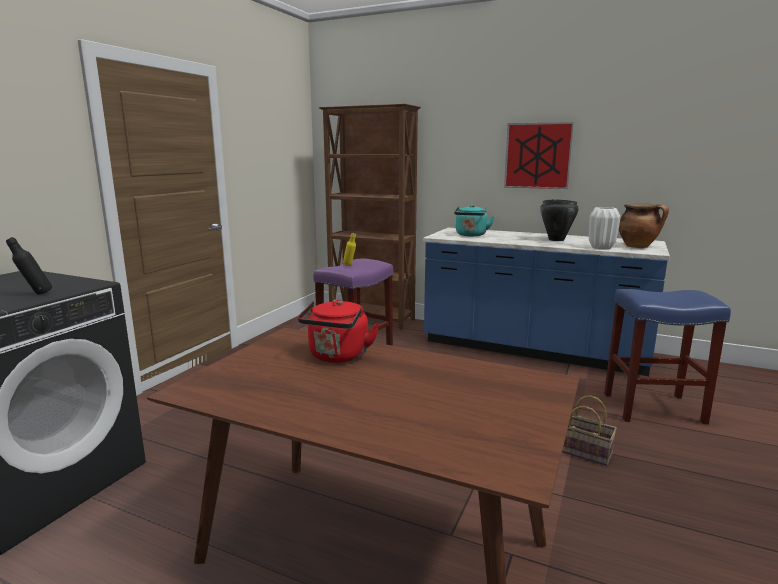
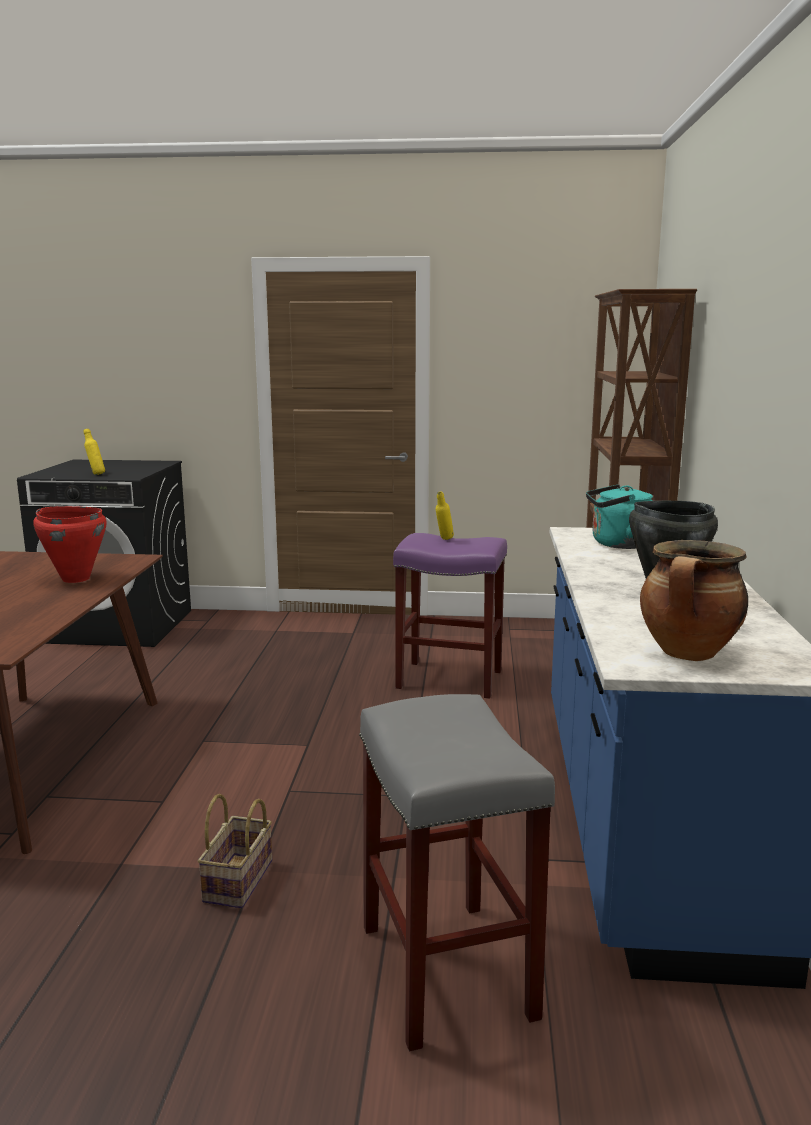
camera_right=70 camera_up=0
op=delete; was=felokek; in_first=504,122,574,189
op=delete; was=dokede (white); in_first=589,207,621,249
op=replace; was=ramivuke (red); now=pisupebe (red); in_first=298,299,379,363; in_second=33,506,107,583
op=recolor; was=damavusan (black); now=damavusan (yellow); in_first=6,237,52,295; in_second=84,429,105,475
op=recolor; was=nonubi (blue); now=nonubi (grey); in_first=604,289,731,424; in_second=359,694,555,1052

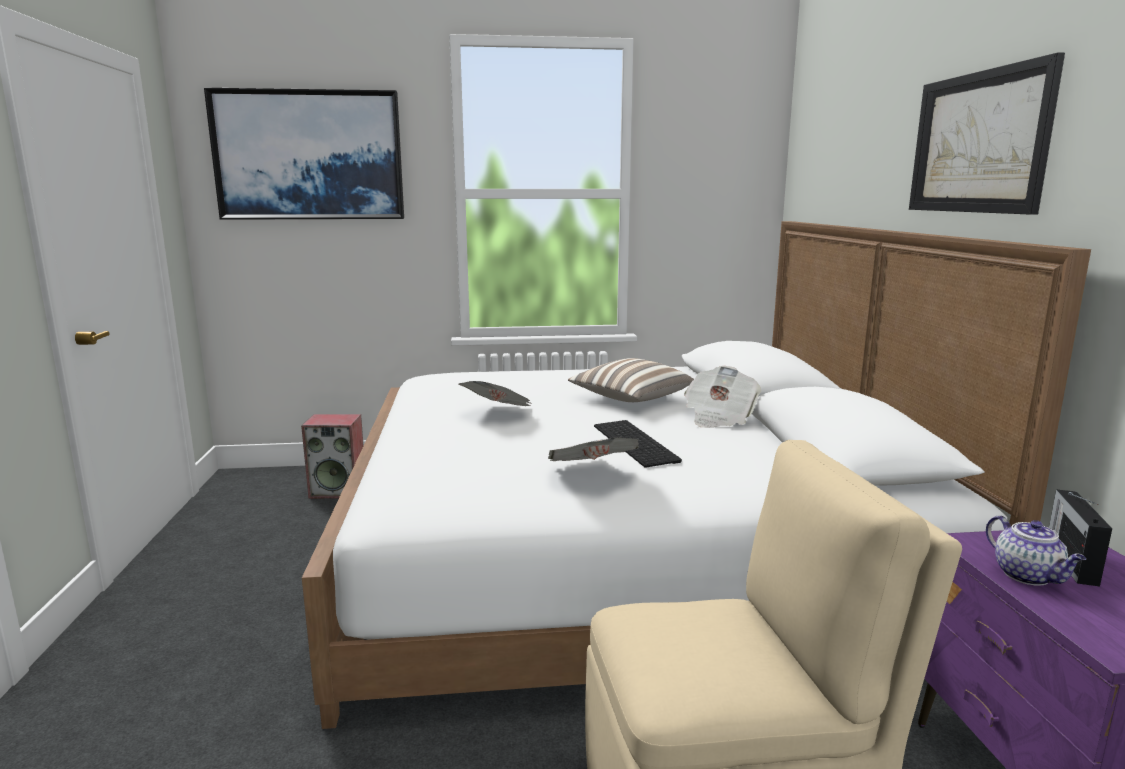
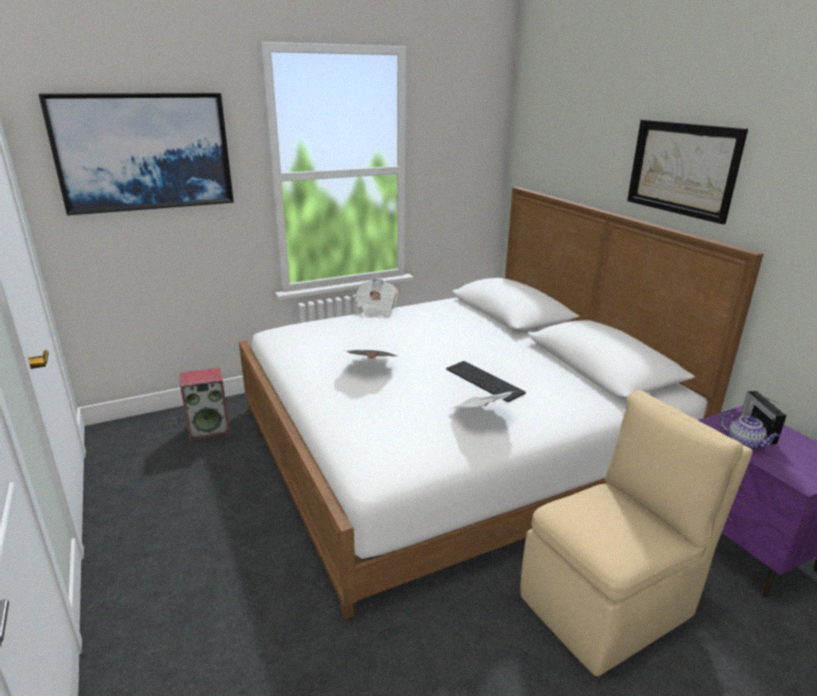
camera_right=-20 camera_up=10
op=delete; was=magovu; in_first=568,358,694,402
op=move; was=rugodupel; in_first=684,366,761,428; in_second=355,278,398,318

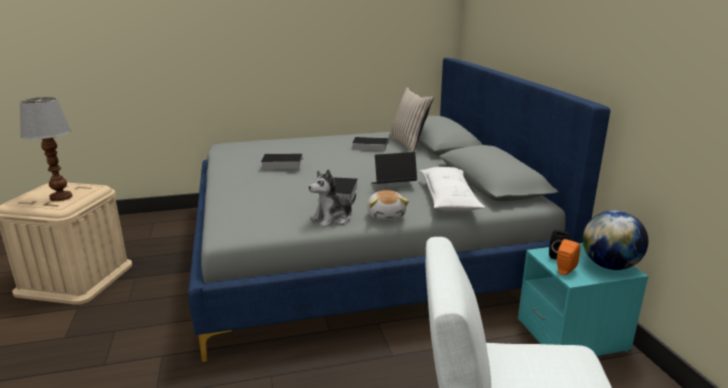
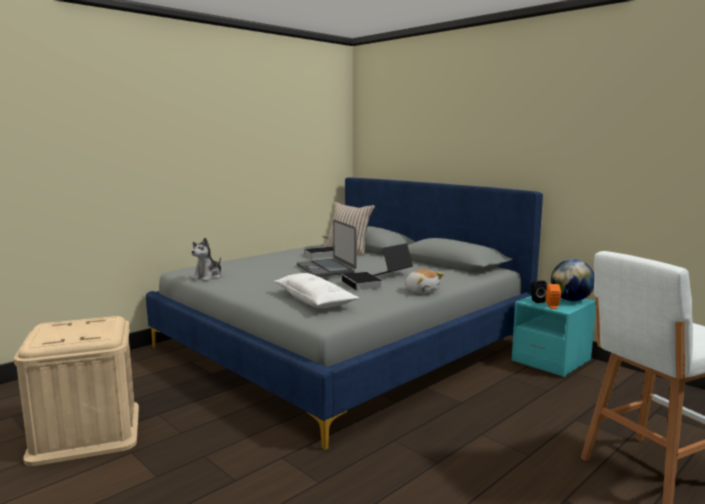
camera_right=-30 camera_up=-10
op=delete; was=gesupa; in_first=20,97,73,202
op=delete; was=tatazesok; in_first=261,153,303,169
op=insert; now=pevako; in_second=297,220,357,277
op=move; was=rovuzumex; in_first=309,169,356,228; in_second=191,238,222,281
op=move; was=magovu (white); in_first=420,167,485,211; in_second=274,273,359,308

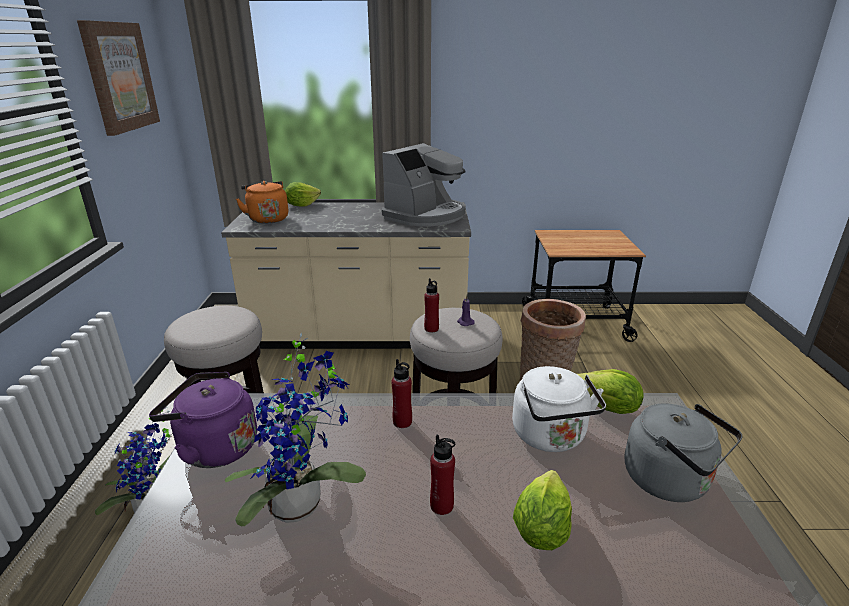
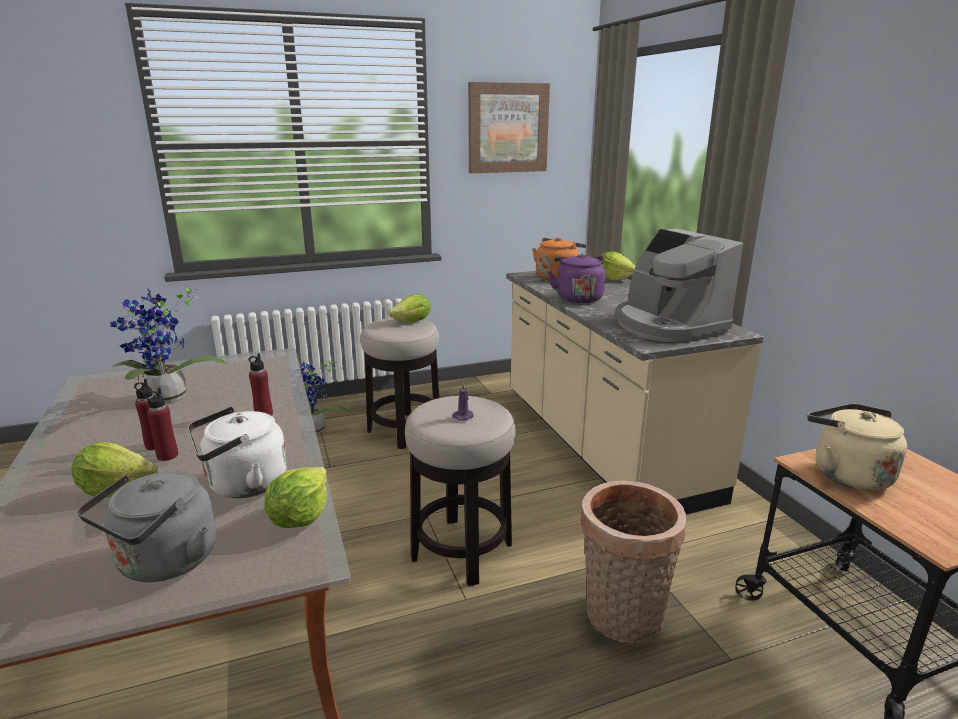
camera_right=70 camera_up=-5
op=insert; now=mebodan; in_second=389,294,431,322
op=insert; now=ramivuke (beige); in_second=807,404,907,491
op=move; was=ramivuke (purple); in_first=149,372,257,468; in_second=548,254,605,303
op=move; was=damavusan (red); in_first=424,278,439,332; in_second=143,388,178,461
op=rotate; was=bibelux; in_first=381,143,466,226; in_second=615,229,743,342; clockwise=45

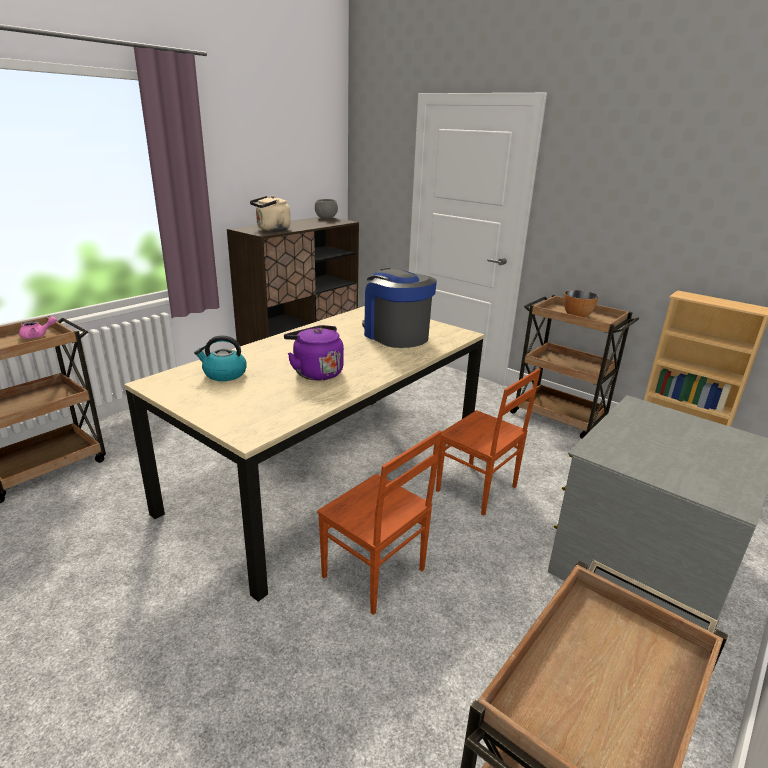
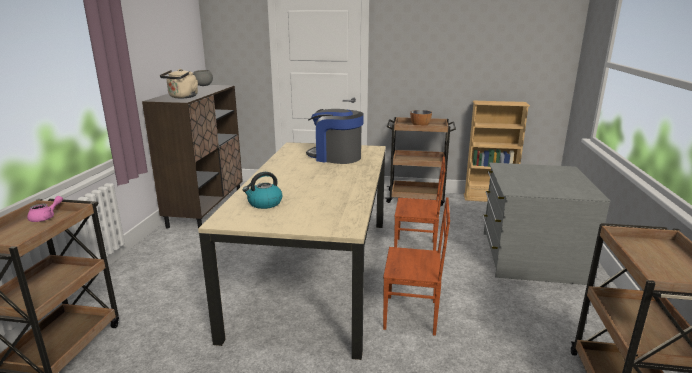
camera_right=-30 camera_up=-5
op=delete; was=ramivuke (purple); in_first=284,325,344,381

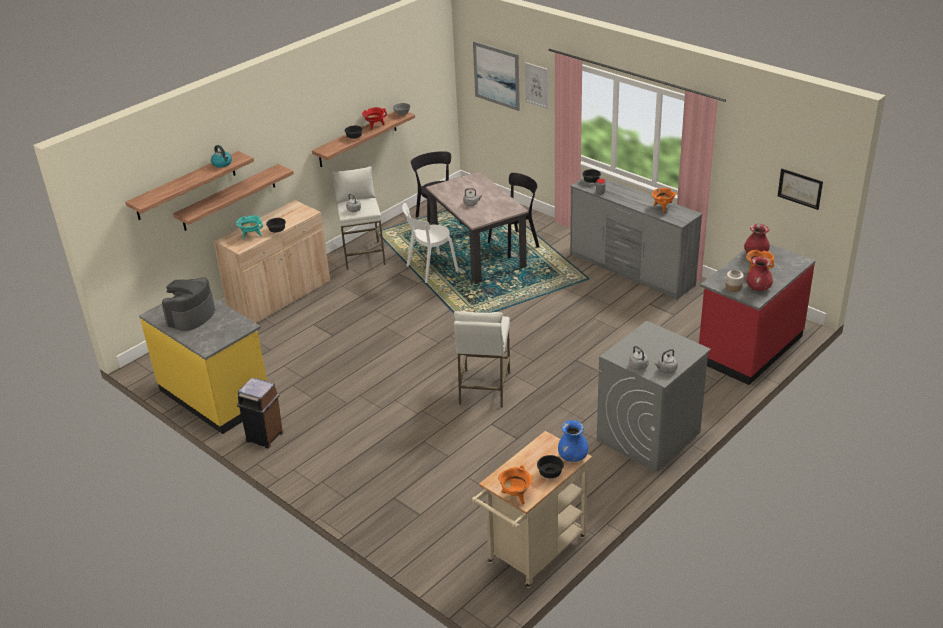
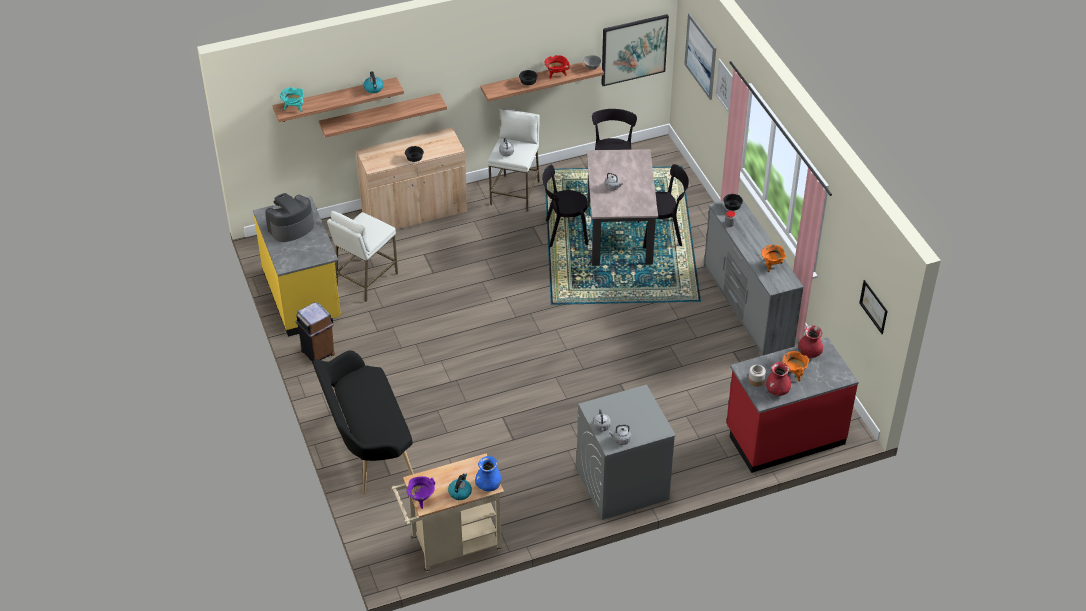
camera_right=25 camera_up=10
op=insert; now=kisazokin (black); in_second=313,350,414,494
op=insert; now=felokek; in_second=601,14,669,86
op=move; was=pisupebe (turquoise); in_first=236,215,263,239; in_second=280,87,304,112
op=move; was=nonubi (white); in_first=454,311,510,407; in_second=327,211,398,302
op=replace; was=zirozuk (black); now=ramivuke; in_first=537,455,564,478; in_second=448,473,472,500
op=recolor; was=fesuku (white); now=fesuku (black); in_first=402,203,459,283; in_second=542,165,588,247
op=recolor; was=pisupebe (orange); now=pisupebe (purple); in_first=498,465,532,504; in_second=407,476,435,509

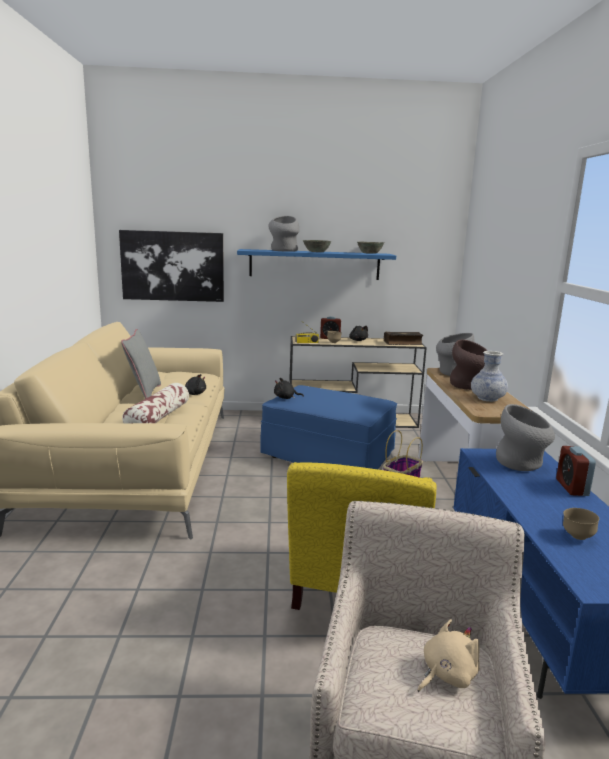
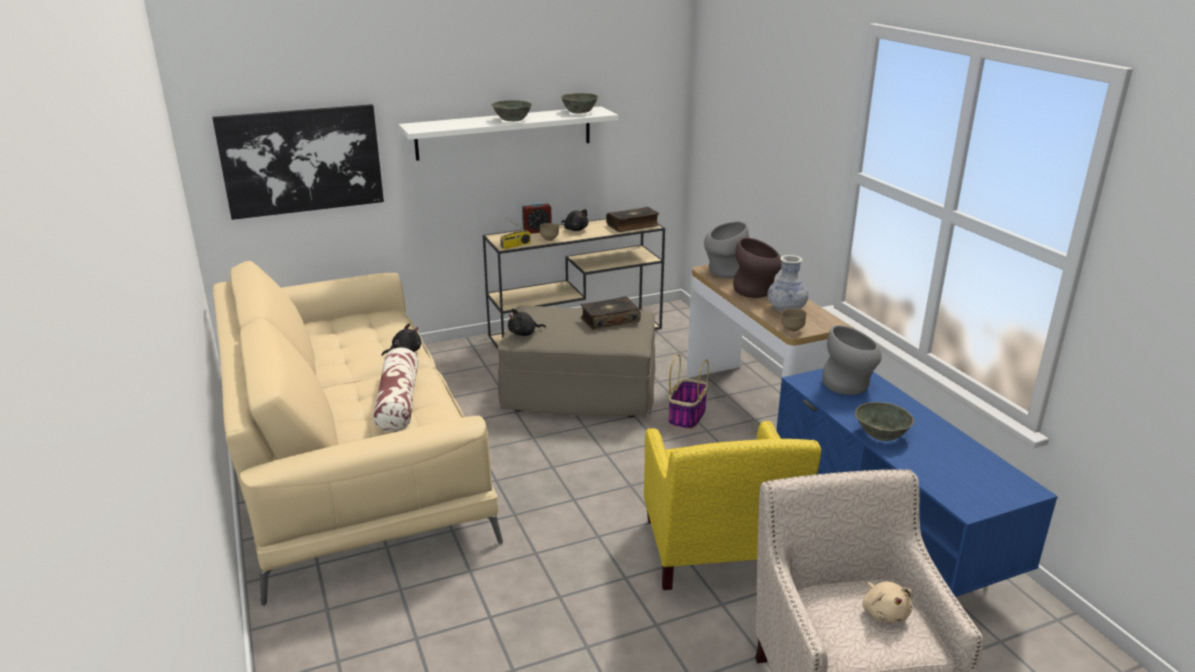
camera_right=-20 camera_up=10
op=delete; was=magovu (grey); in_first=121,329,161,399
op=delete; was=dokede (grey); in_first=269,216,299,252
op=delete; was=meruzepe; in_first=556,446,596,496
op=insert; now=tatazesok; in_second=581,296,641,330
op=insert; now=zirozuk (grey); in_second=855,402,914,441
op=move; was=zirozuk (brown); in_first=563,508,599,540; in_second=781,308,806,332
op=recolor; was=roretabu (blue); now=roretabu (white); in_first=237,249,396,280; in_second=398,106,619,161
op=recolor; was=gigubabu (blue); now=gigubabu (beige); in_first=260,385,397,469; in_second=498,306,655,418
op=rotate; was=rovuzumex (beige); in_first=418,619,480,692; in_second=863,581,913,623; clockwise=135

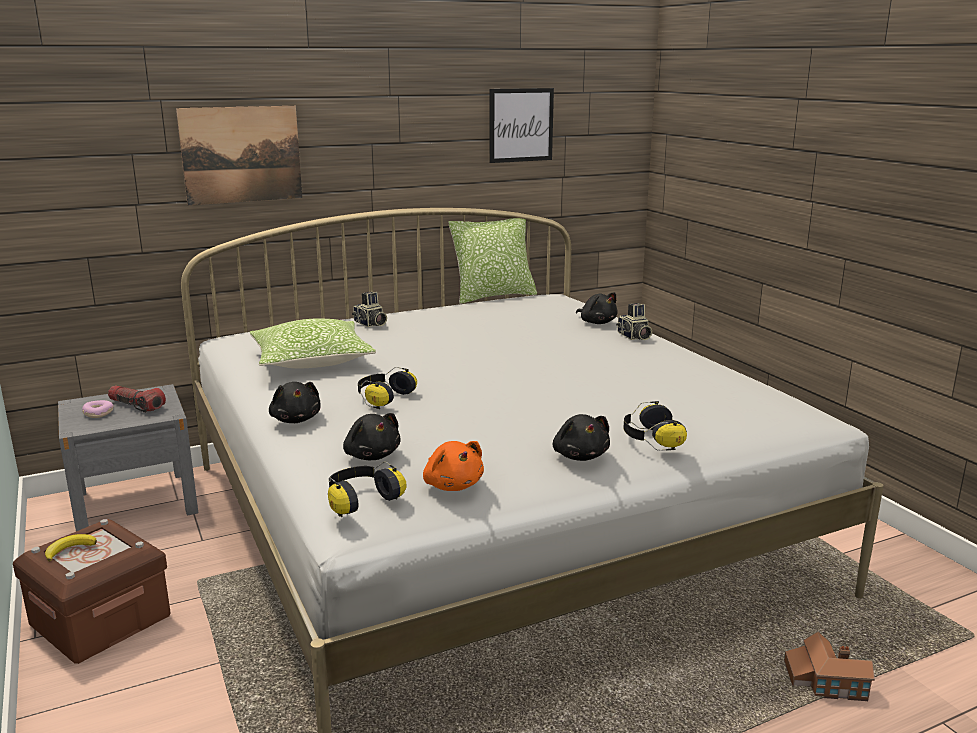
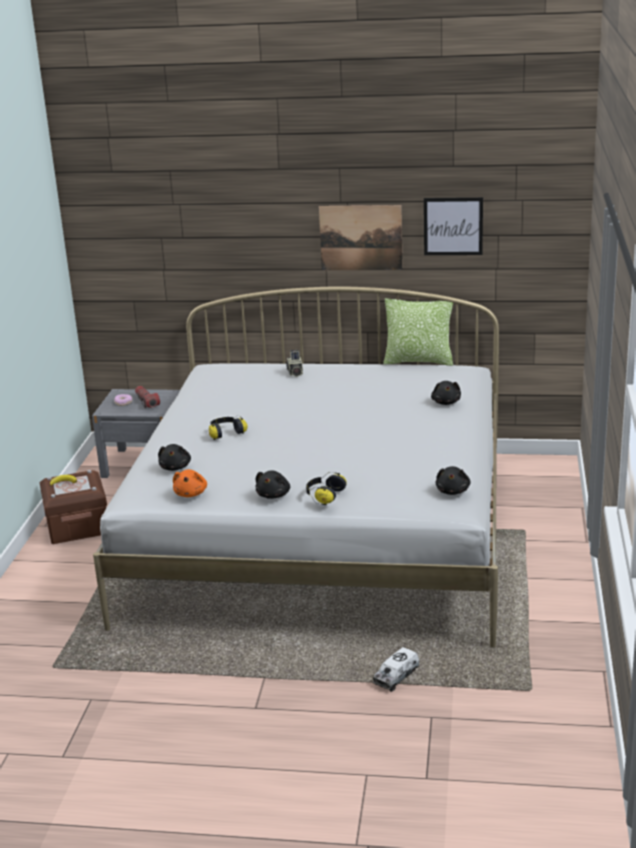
camera_right=35 camera_up=5
op=delete; was=magovu; in_first=250,319,376,368
op=delete; was=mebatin; in_first=328,461,406,517
op=delete; was=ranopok; in_first=616,303,652,340
op=move; was=felokek; in_first=176,106,302,205; in_second=319,205,403,270
op=move; was=rovuzumex (black); in_first=269,382,321,423; in_second=435,466,471,495
op=replace; was=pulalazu; now=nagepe; in_first=784,632,875,701; in_second=373,647,419,692

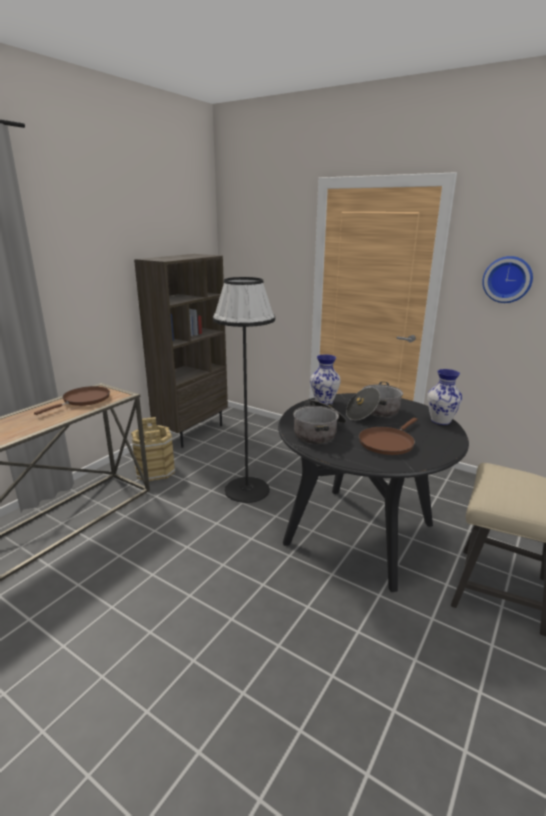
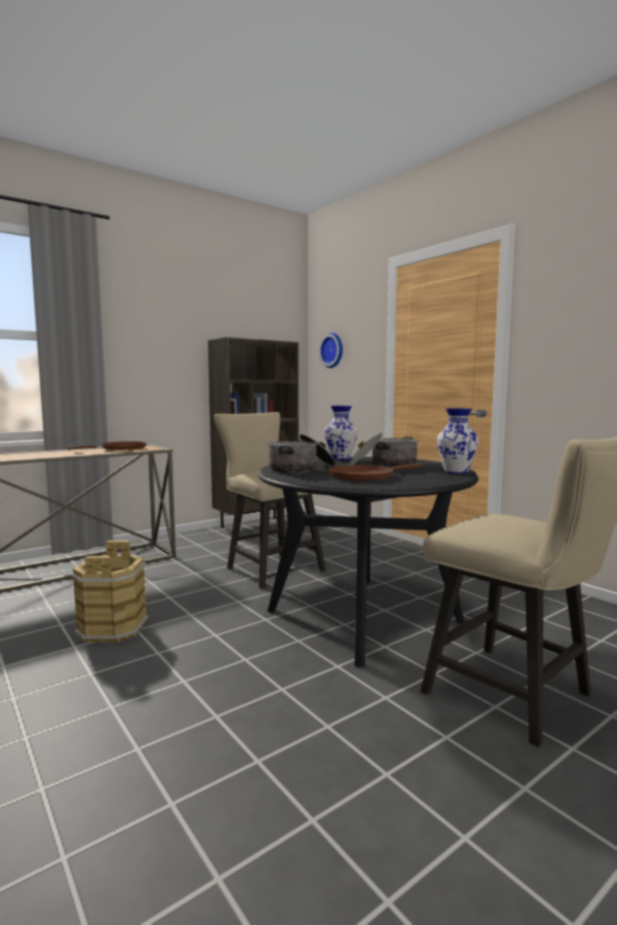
camera_right=20 camera_up=-15
op=move; was=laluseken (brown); in_first=130,417,175,481; in_second=71,540,148,643
op=move; was=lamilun; in_first=482,256,533,303; in_second=319,333,343,368
op=replace; was=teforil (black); now=fesuku (beige); in_first=213,277,275,503; in_second=214,412,326,589

